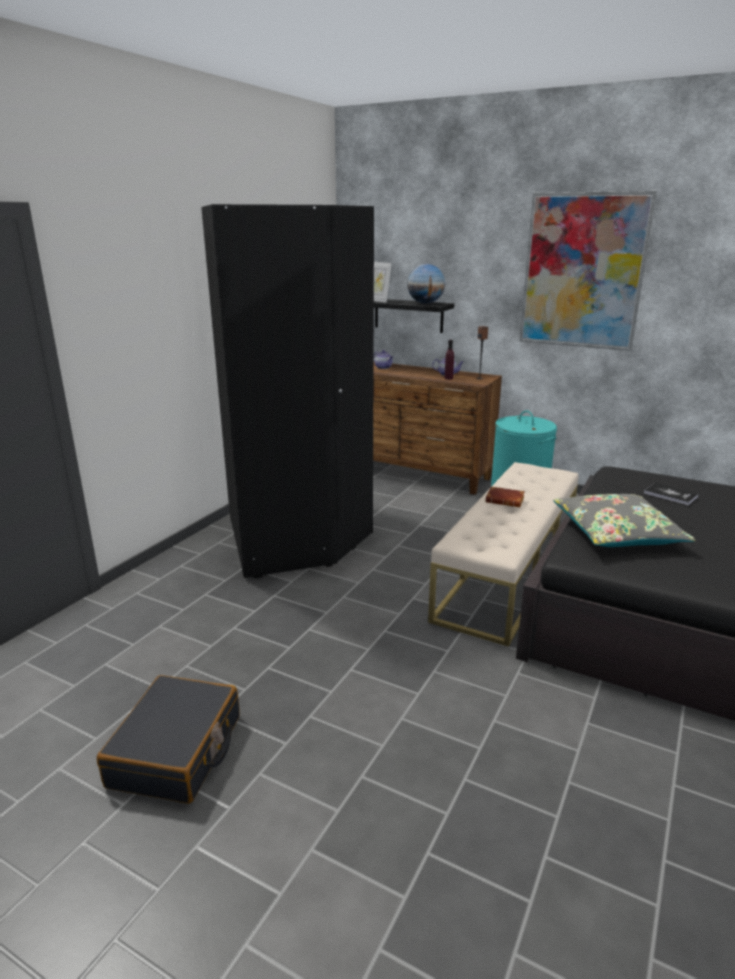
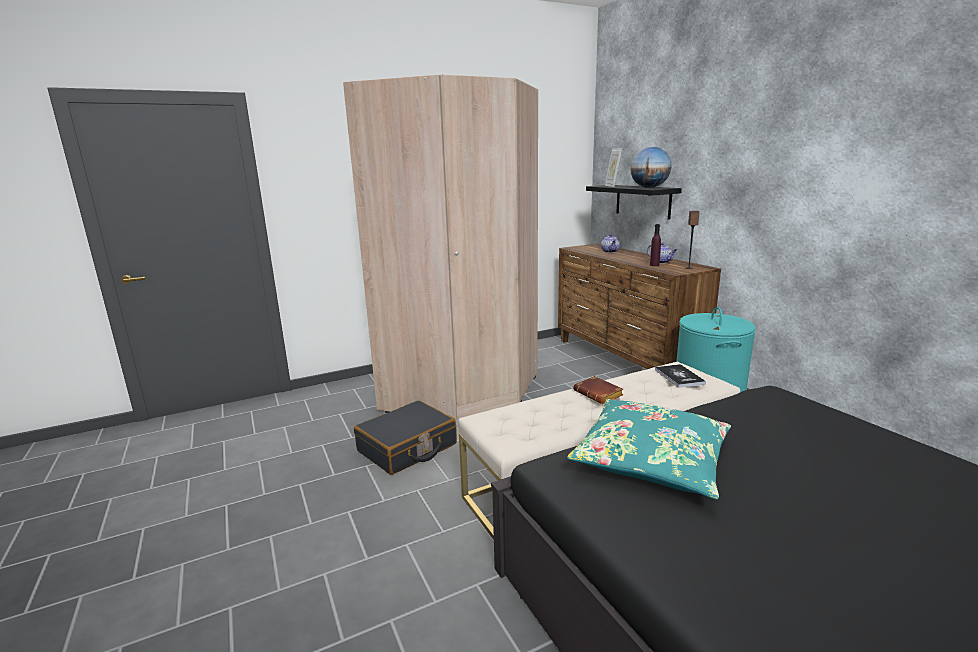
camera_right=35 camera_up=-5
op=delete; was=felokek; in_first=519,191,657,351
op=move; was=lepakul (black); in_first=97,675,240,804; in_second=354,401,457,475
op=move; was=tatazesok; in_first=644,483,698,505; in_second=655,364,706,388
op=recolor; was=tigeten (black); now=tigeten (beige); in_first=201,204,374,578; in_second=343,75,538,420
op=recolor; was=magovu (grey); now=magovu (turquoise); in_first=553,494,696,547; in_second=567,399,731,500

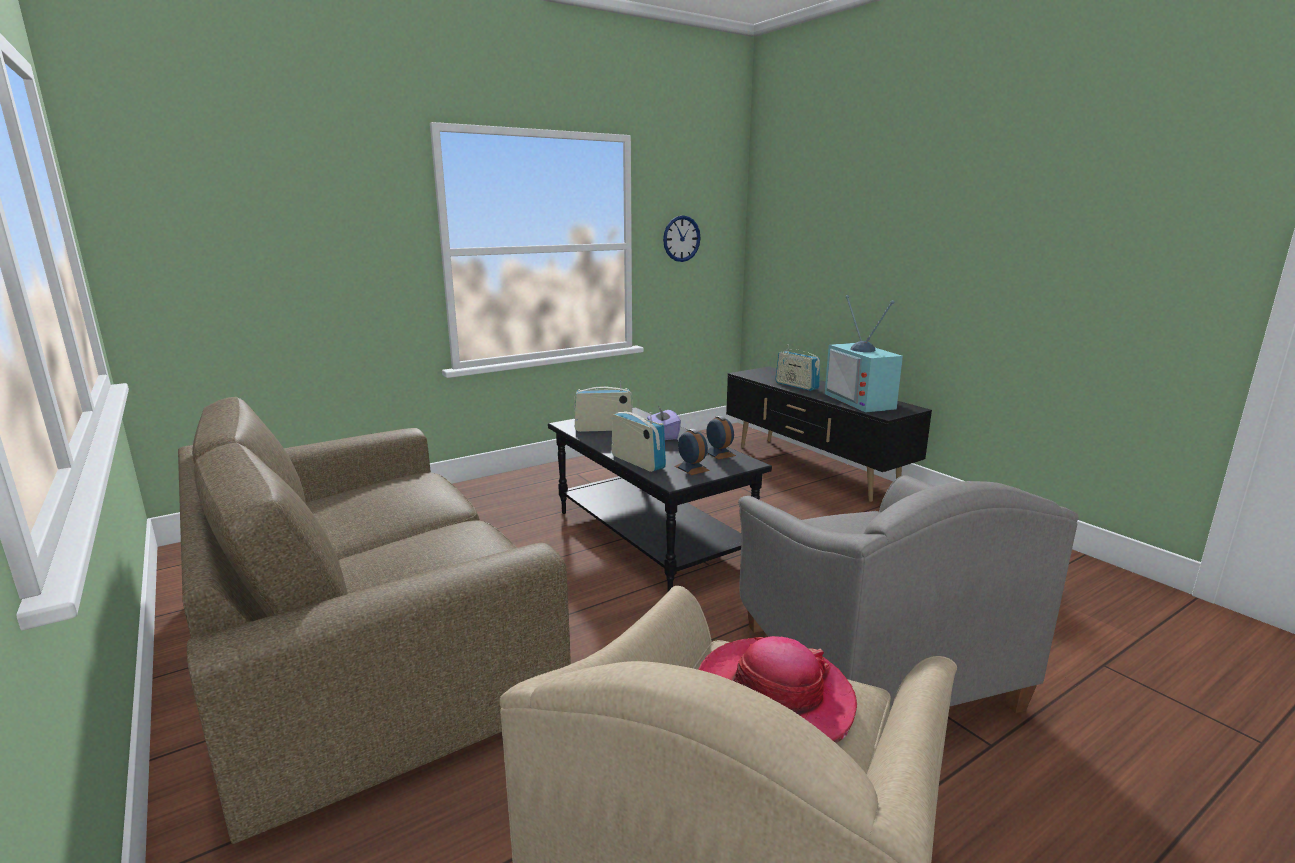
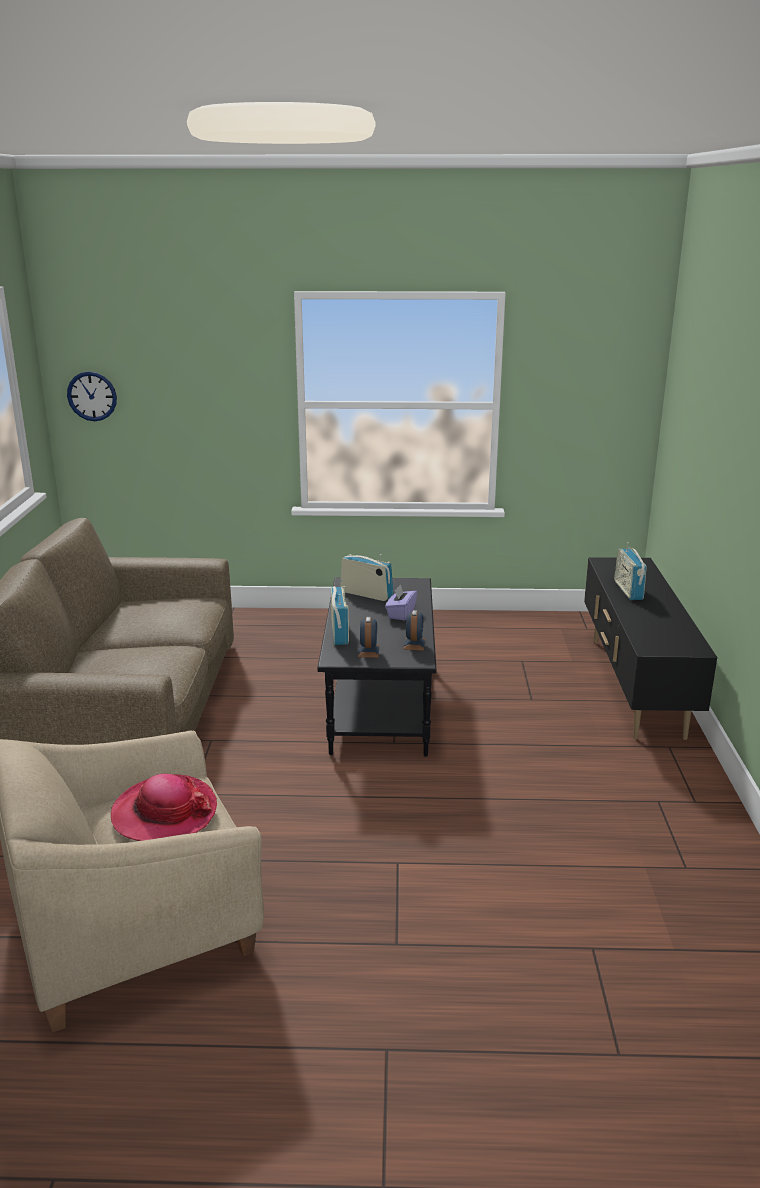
camera_right=35 camera_up=5
op=delete; was=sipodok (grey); in_first=738,475,1078,713
op=delete; was=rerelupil; in_first=825,295,903,413
op=move; was=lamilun; in_first=663,215,701,262; in_second=67,371,117,421

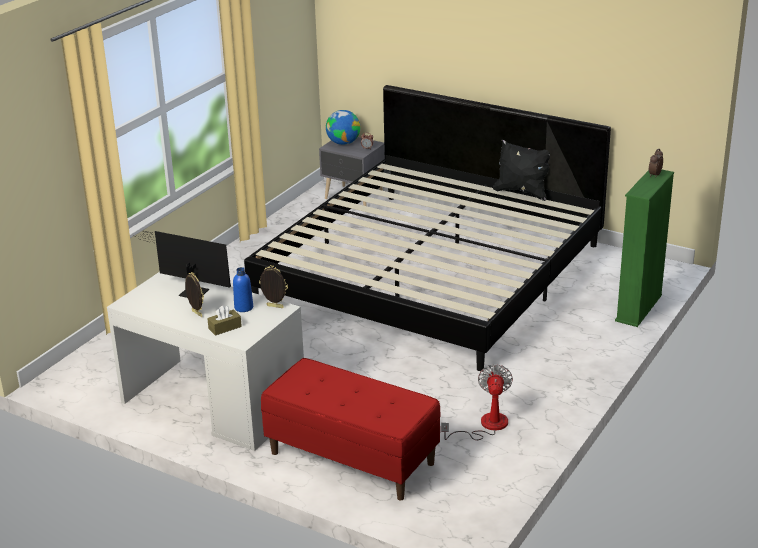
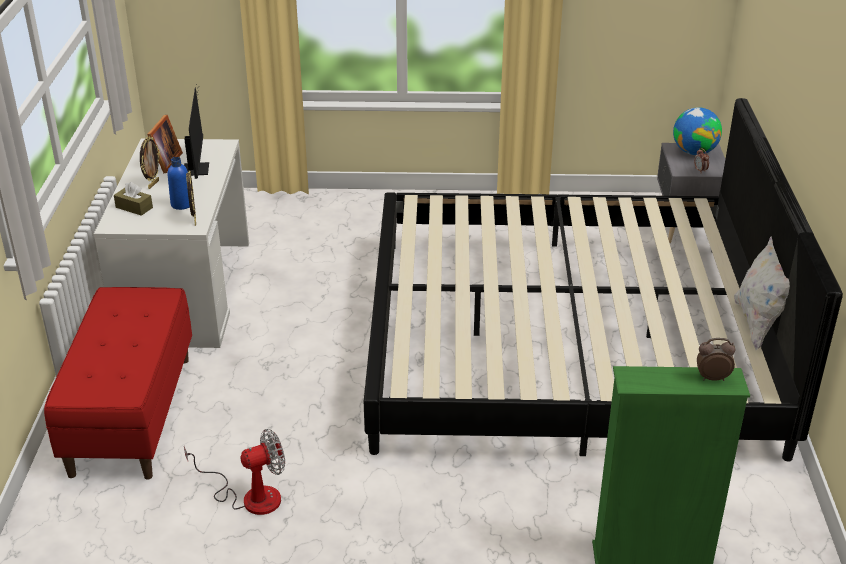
camera_right=60 camera_up=5
op=insert; now=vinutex; in_second=147,115,183,173
op=recolor; was=magovu (black); now=magovu (white); in_first=493,140,550,201; in_second=734,236,790,350

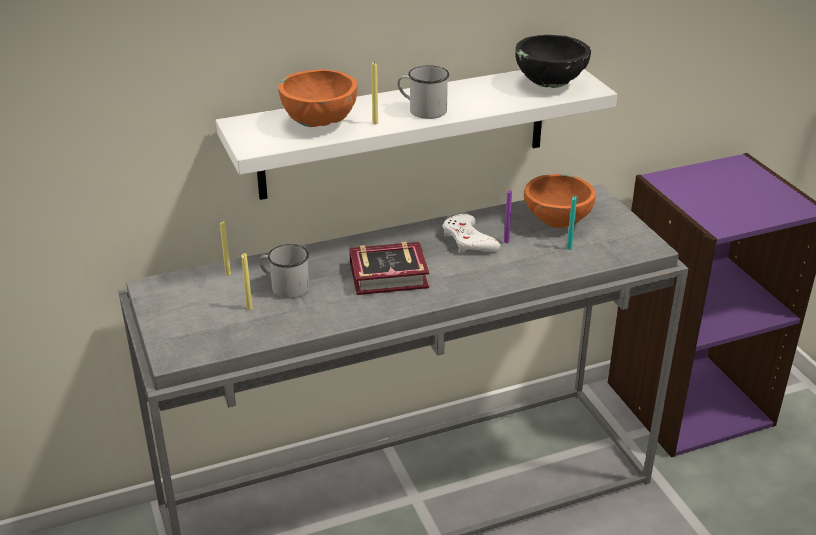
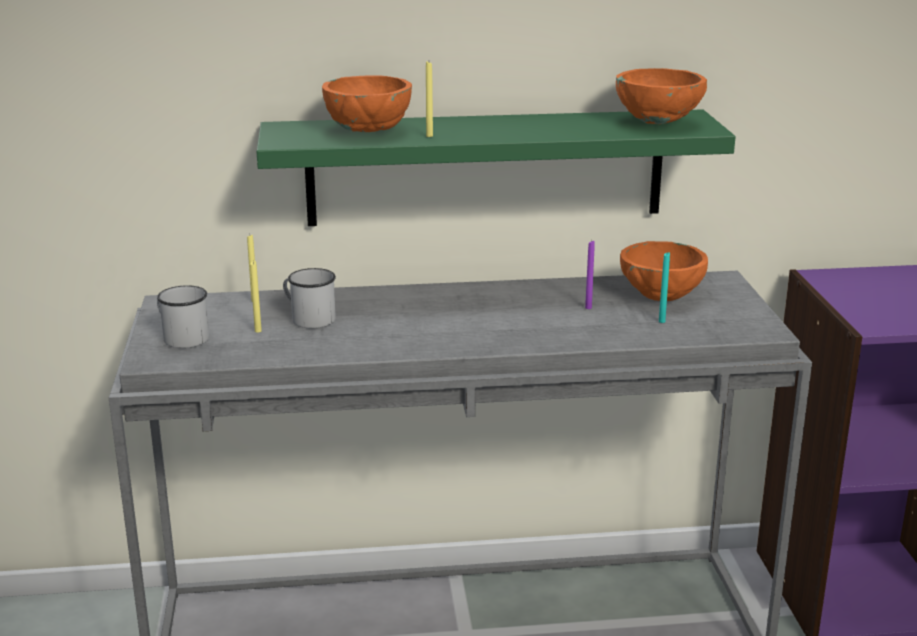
camera_right=15 camera_up=-10
op=delete; was=tatazesok; in_first=349,242,430,295
op=delete; was=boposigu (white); in_first=443,214,500,253
op=move; was=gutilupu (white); in_first=397,65,449,119; in_second=157,285,209,348
op=recolor; was=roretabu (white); now=roretabu (green); in_first=216,69,617,200; in_second=256,109,735,226
op=recolor; was=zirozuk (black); now=zirozuk (orange); in_first=516,35,591,88; in_second=616,68,707,124

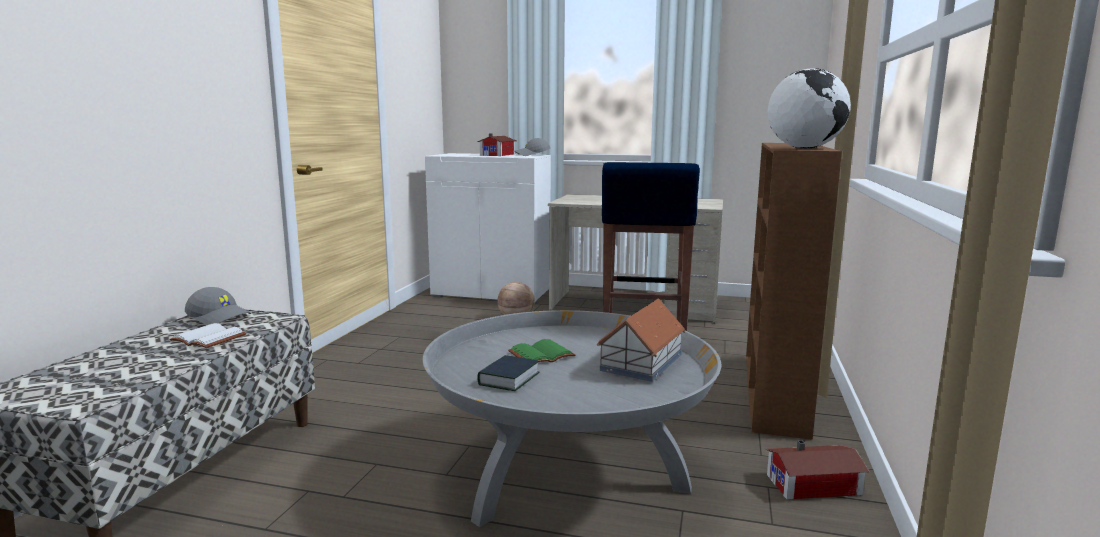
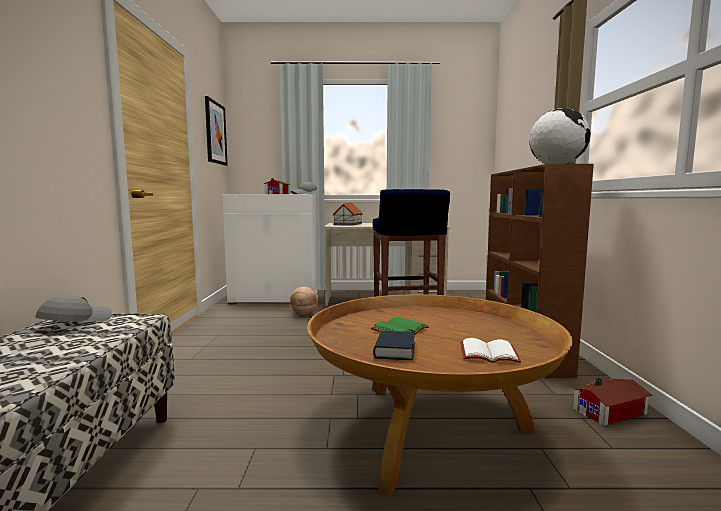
camera_right=-15 camera_up=-5
op=insert; now=felokek; in_second=205,96,228,166
op=move; was=tatazesok (white); in_first=169,323,246,348; in_second=460,338,521,363
op=move; was=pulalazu; in_first=597,298,685,382; in_second=332,203,363,226
op=recolor; was=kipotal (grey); now=kipotal (brown); in_first=422,310,721,527; in_second=307,294,573,496
op=rotate; was=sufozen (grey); in_first=185,287,251,325; in_second=35,295,112,321; clockwise=-75

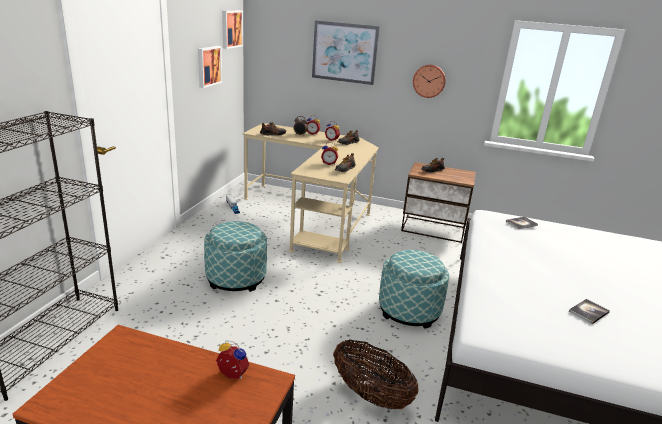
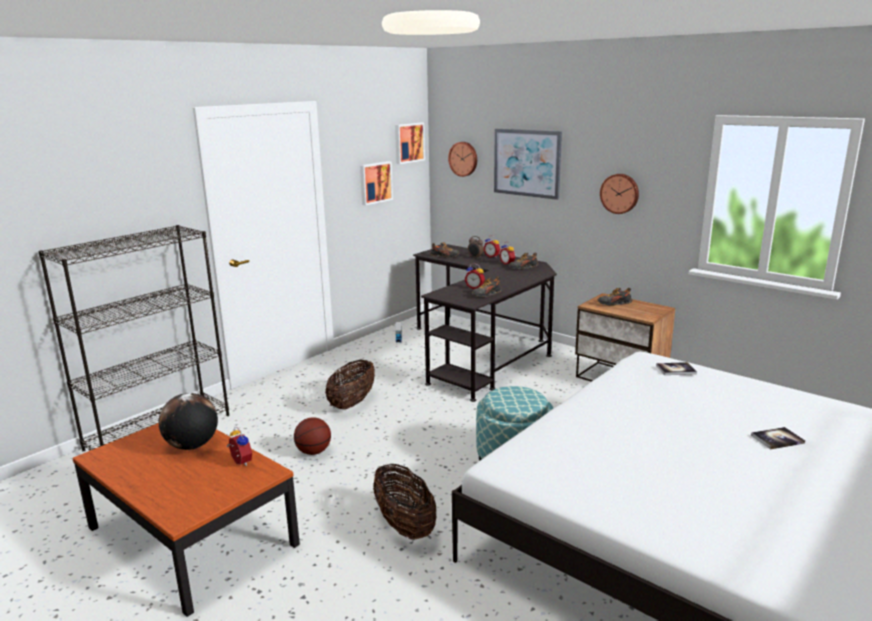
camera_right=25 camera_up=-5
op=insert; now=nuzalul; in_second=158,393,218,450
op=insert; now=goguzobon; in_second=294,417,331,455
op=insert; now=lamilun; in_second=448,142,477,177
op=move; was=tatazesok; in_first=569,299,610,324; in_second=751,427,805,450
op=replace; was=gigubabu; now=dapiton; in_first=204,221,267,292; in_second=325,360,375,409
op=recolor; was=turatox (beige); now=turatox (black); in_first=243,123,379,263; in_second=413,244,557,402

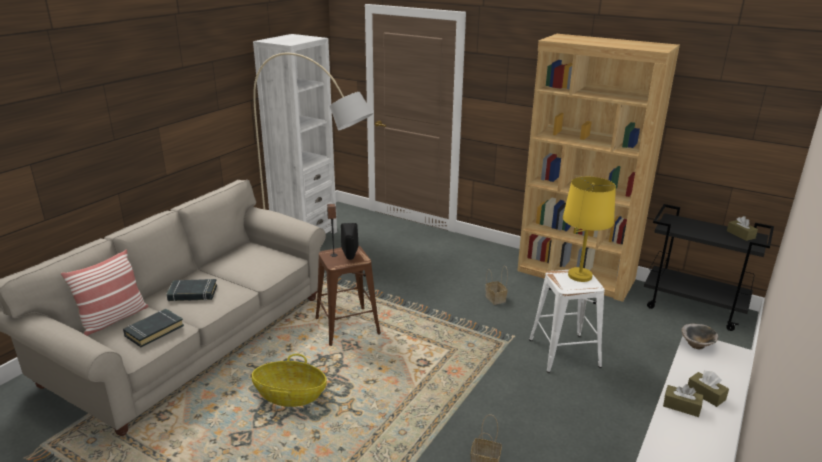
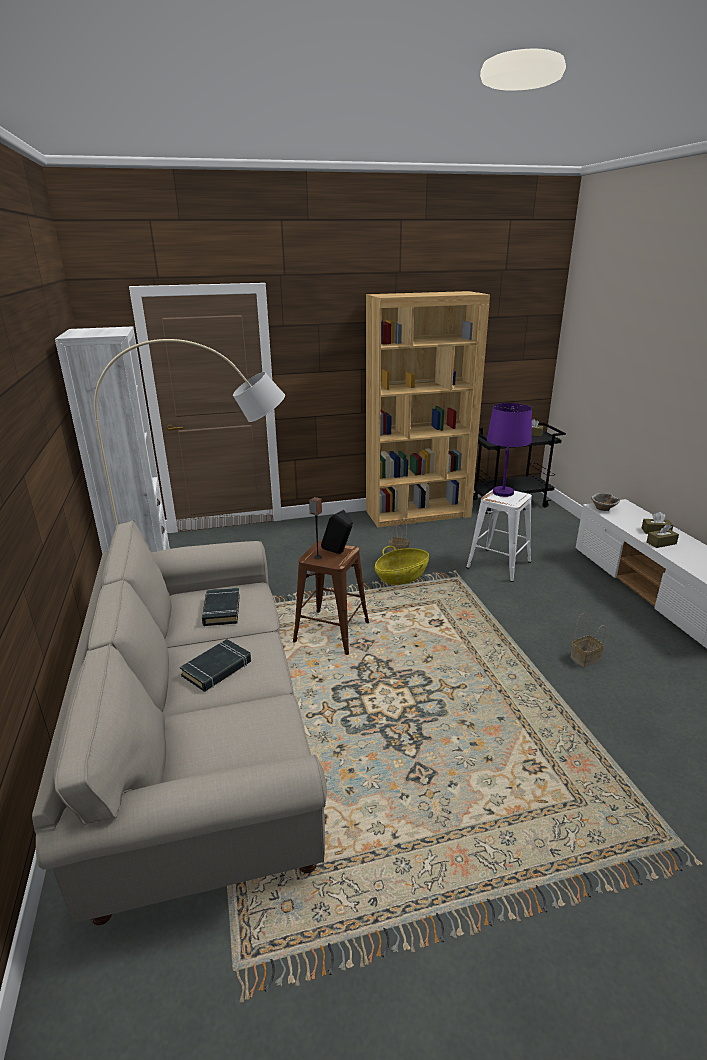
camera_right=-45 camera_up=0
op=delete; was=magovu; in_first=61,249,148,336
op=move; was=tatazesok (black); in_first=123,309,184,347; in_second=202,588,240,626
op=move; was=dapiton; in_first=252,354,327,407; in_second=375,546,429,585
op=recolor; was=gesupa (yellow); now=gesupa (purple); in_first=563,177,616,282; in_second=487,403,532,497

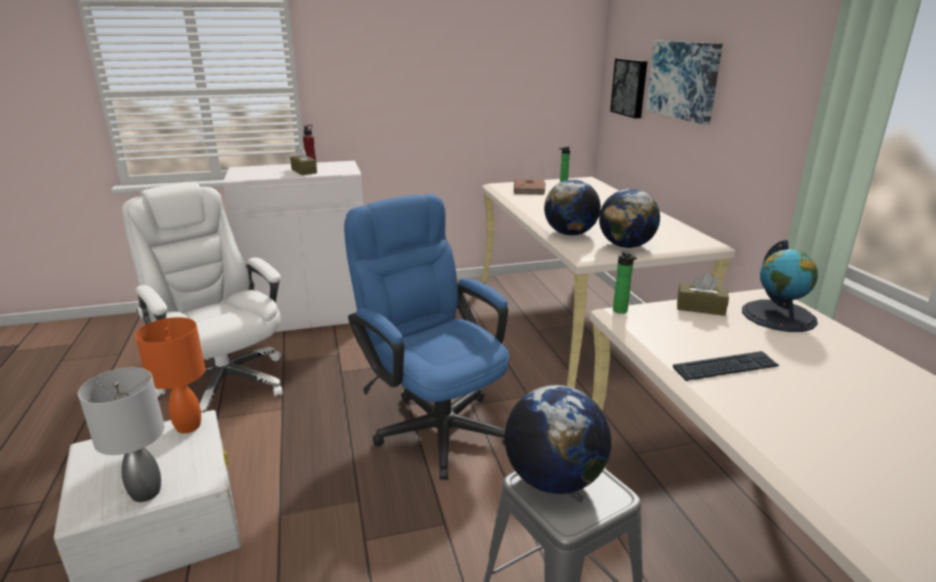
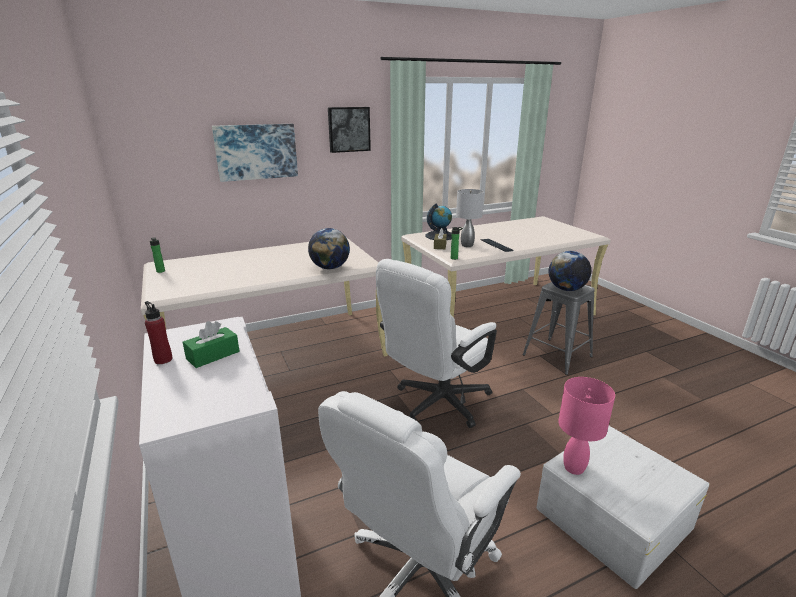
camera_right=-100 camera_up=0
op=delete; was=tatazesok (brown); in_first=514,179,546,195
op=delete; was=nuzalul; in_first=599,189,660,248
op=move; was=gesupa (grey); in_first=78,368,165,502; in_second=456,189,484,247
op=move; was=felokek; in_first=610,58,647,119; in_second=328,107,371,153
op=recolor; was=gesupa (orange); now=gesupa (pink); in_first=135,317,205,433; in_second=558,377,615,475
op=recolor; was=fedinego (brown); now=fedinego (green); in_first=290,146,317,175; in_second=183,321,239,368
op=recolor; was=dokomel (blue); now=dokomel (white); in_first=344,194,509,480; in_second=376,259,497,428

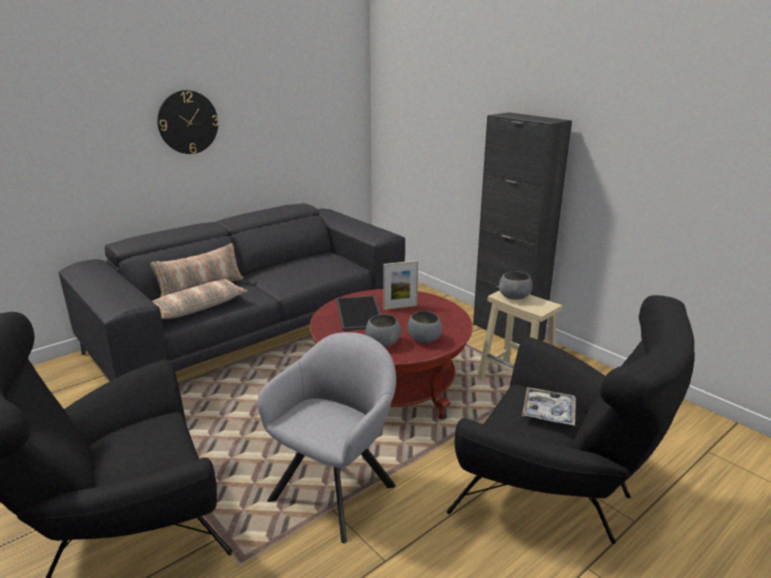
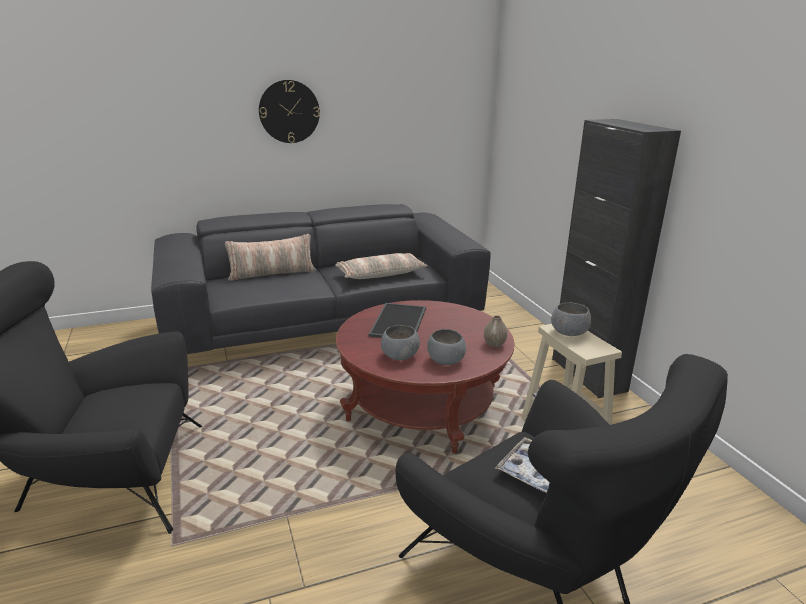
camera_right=20 camera_up=0
op=delete; was=sipodok (grey); in_first=257,332,396,543
op=delete; was=vinutex; in_first=383,260,418,310
op=insert; now=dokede; in_second=484,315,508,348
op=move; was=magovu; in_first=152,279,248,319; in_second=335,253,427,279

